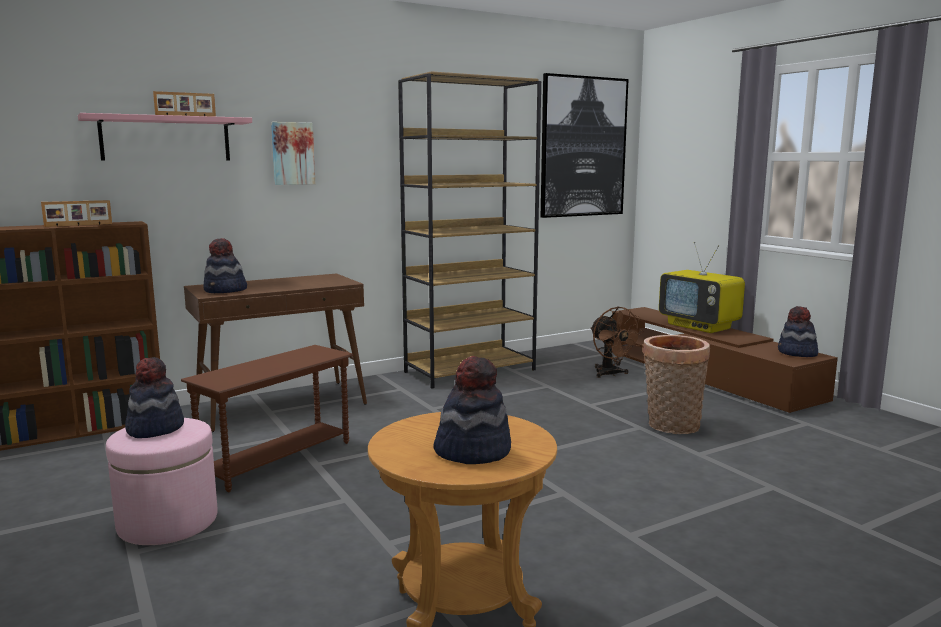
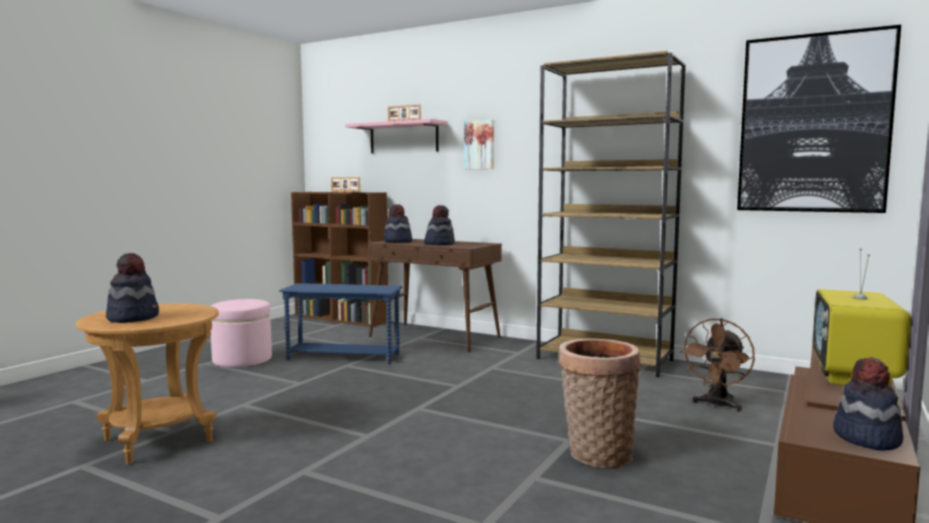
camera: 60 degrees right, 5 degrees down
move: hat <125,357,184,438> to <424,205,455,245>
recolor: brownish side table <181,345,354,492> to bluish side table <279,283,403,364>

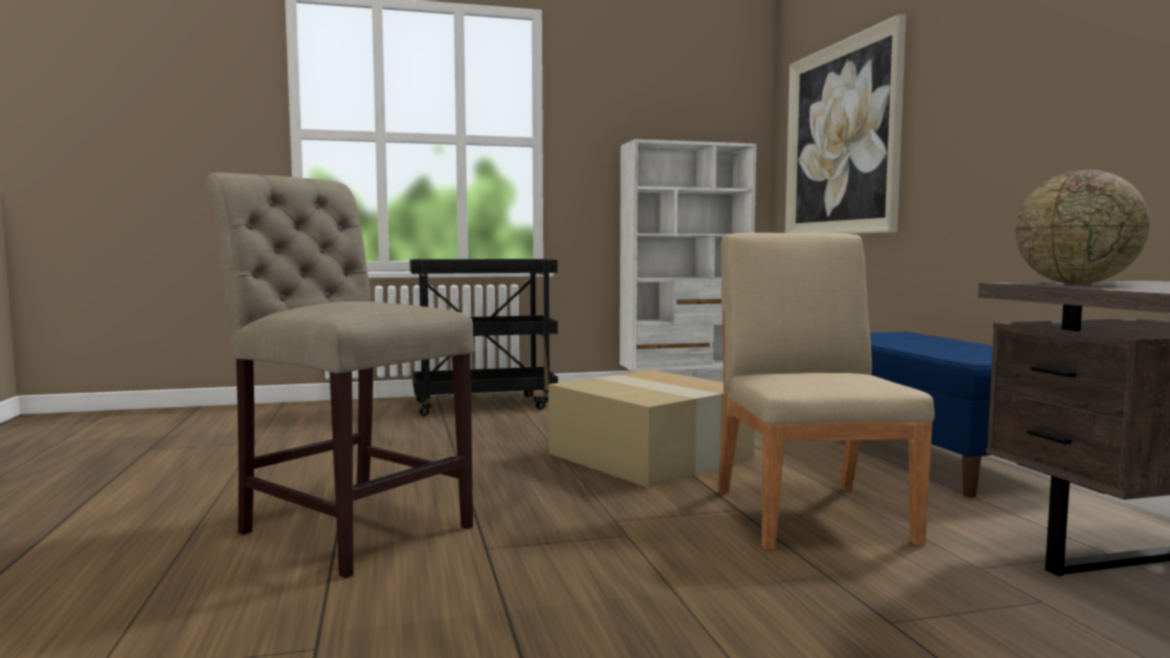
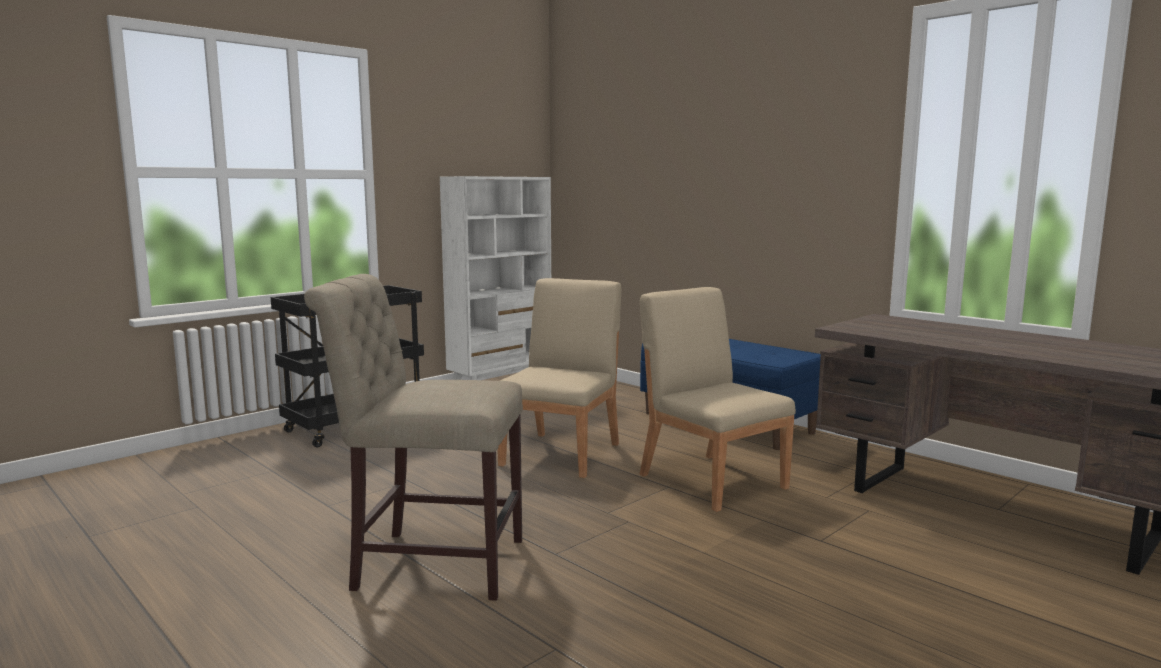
camera: 30 degrees left, 5 degrees up
delete: wall art <785,14,906,234>; globe <1015,170,1150,284>
replace: packing box <549,370,755,488> to sand-coloured plain chair <497,278,621,478>

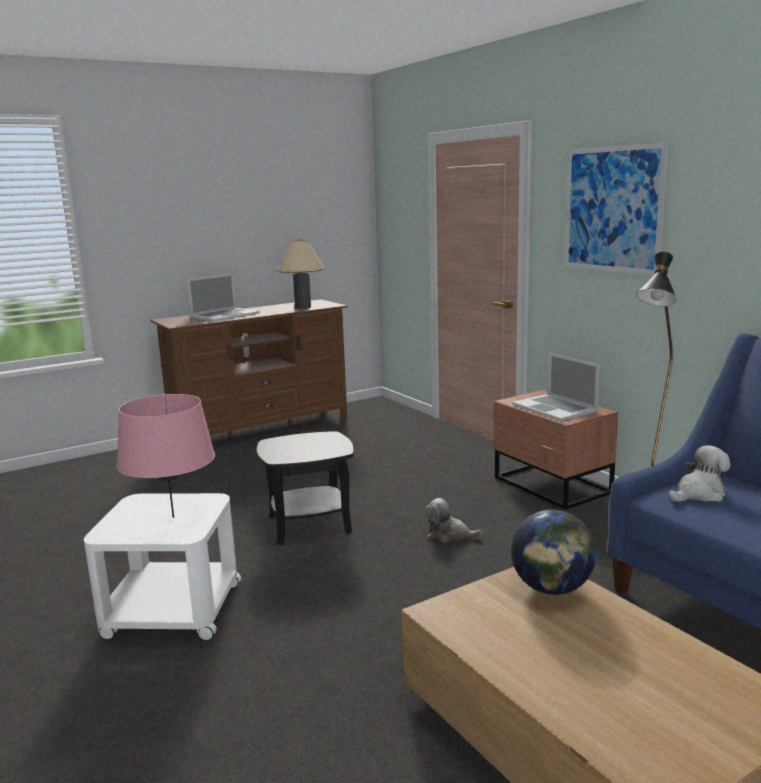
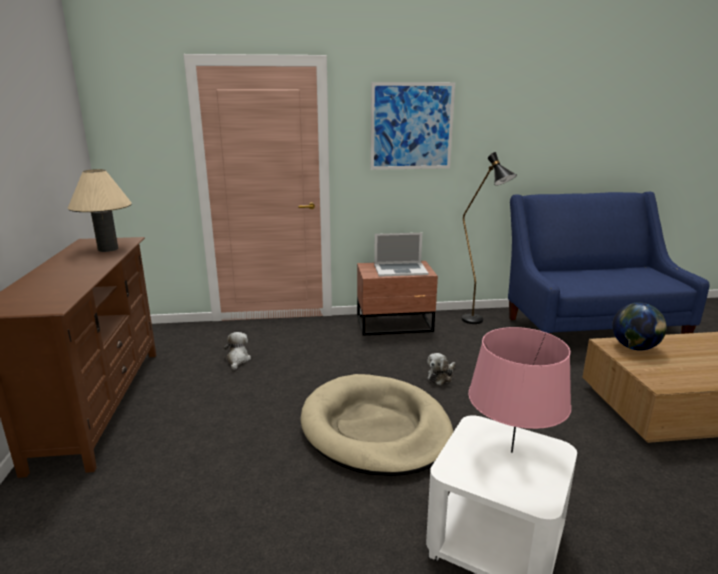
camera: 65 degrees left, 5 degrees up
delete: portable computer <187,273,260,322>
move: plush toy <669,445,730,502> to <224,332,251,370>
replace: black side table <256,431,354,545> to sand-coloured pet bed <301,374,453,476>

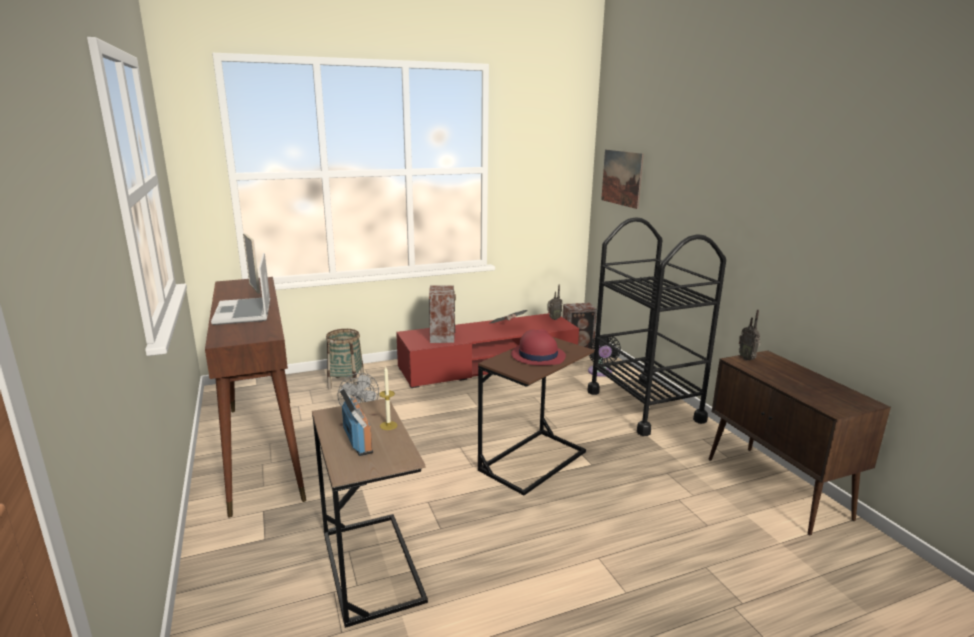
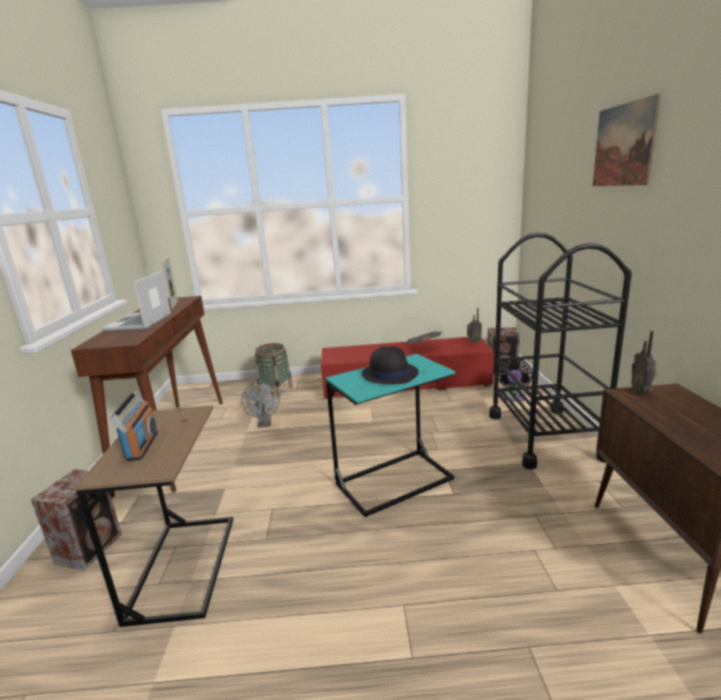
camera: 20 degrees right, 0 degrees up
delete: wax candle <380,367,397,430>
move: wall art <601,150,644,209> to <593,93,661,186>; speaker <429,285,456,343> to <31,469,122,570>
recolor: reddish hat <511,329,566,365> to black hat <362,346,419,384>; brownish side table <478,337,594,495> to turquoise-coloured side table <325,354,456,517>

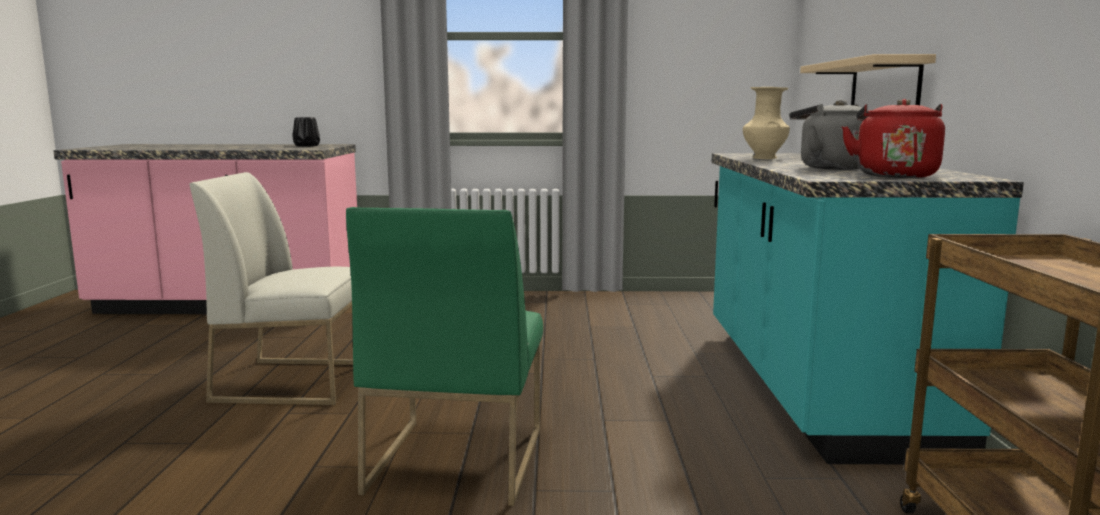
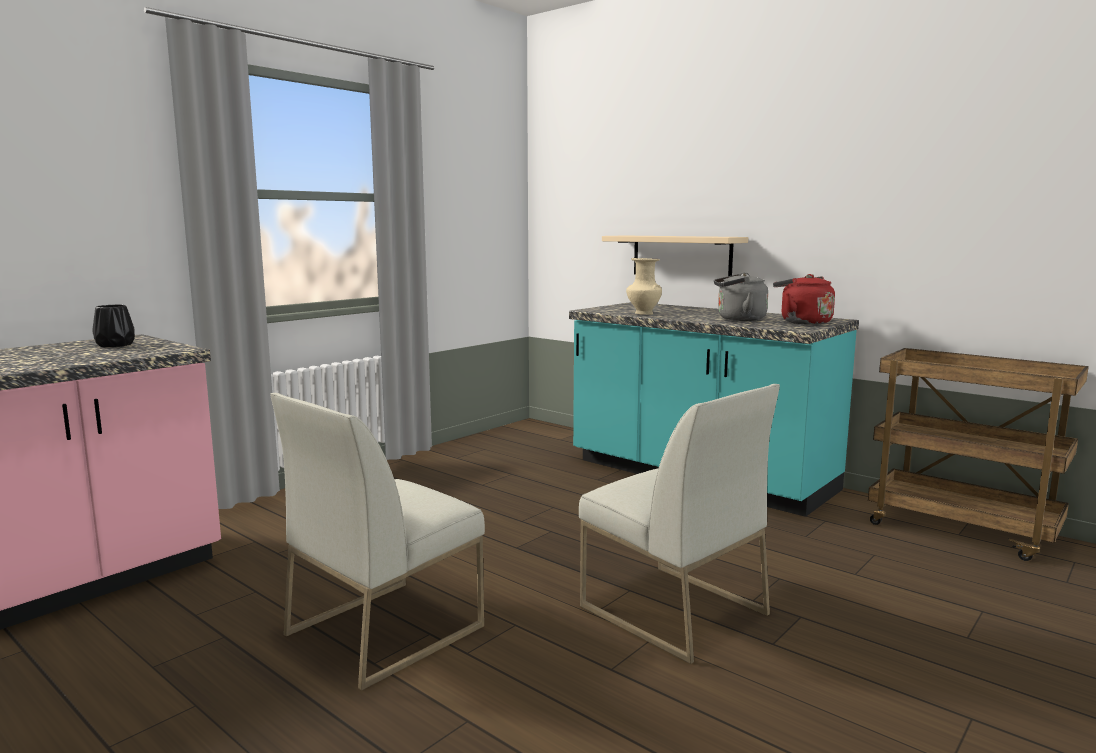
camera: 50 degrees left, 0 degrees up
recolor: green plain chair <346,207,543,506> to white plain chair <579,384,780,664>

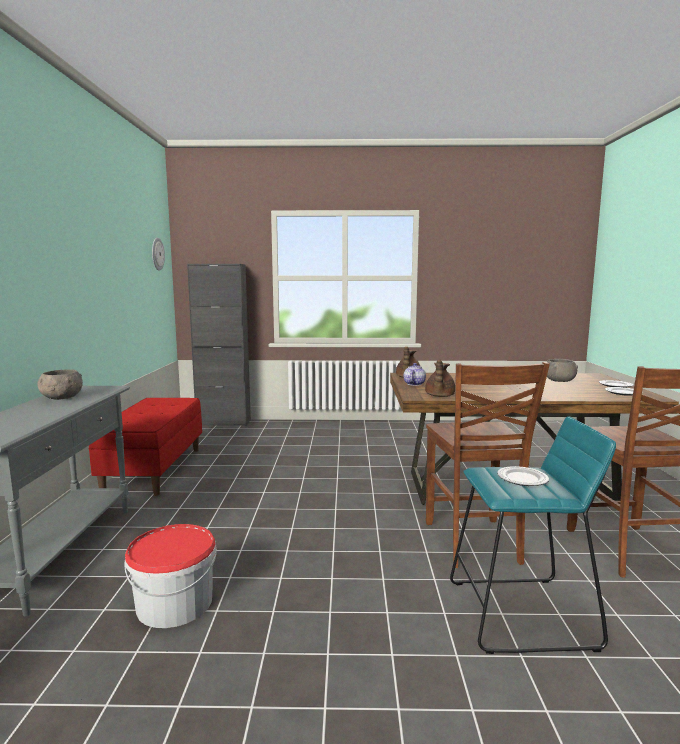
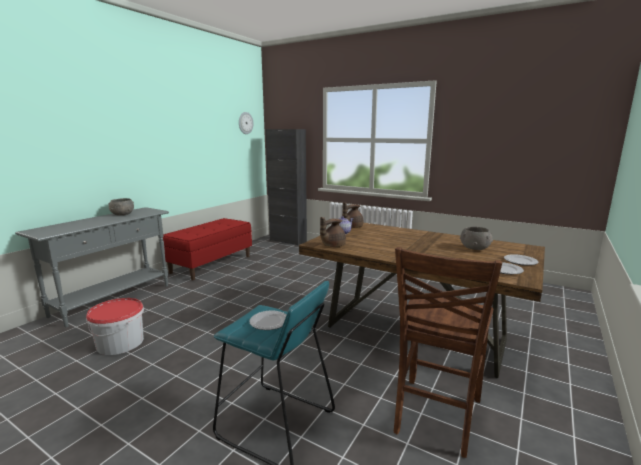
camera: 30 degrees right, 5 degrees up
delete: brownish plain chair <426,362,550,568>

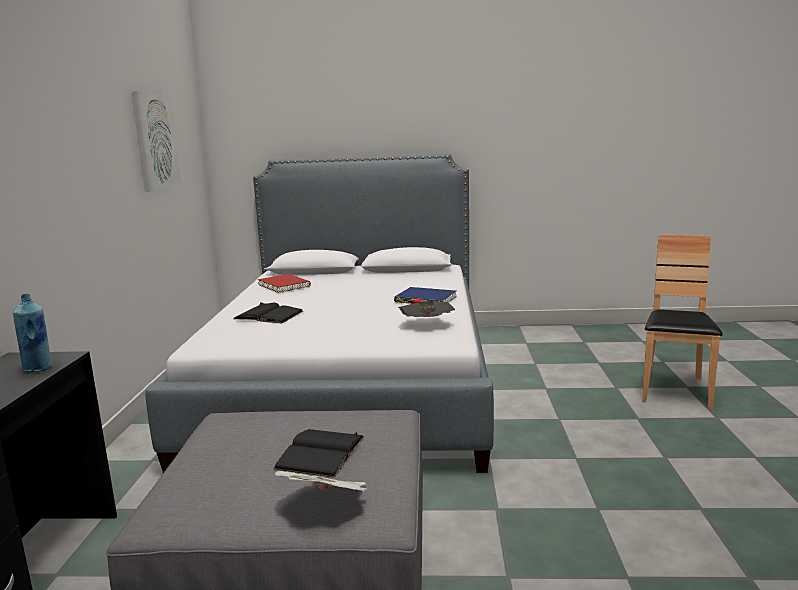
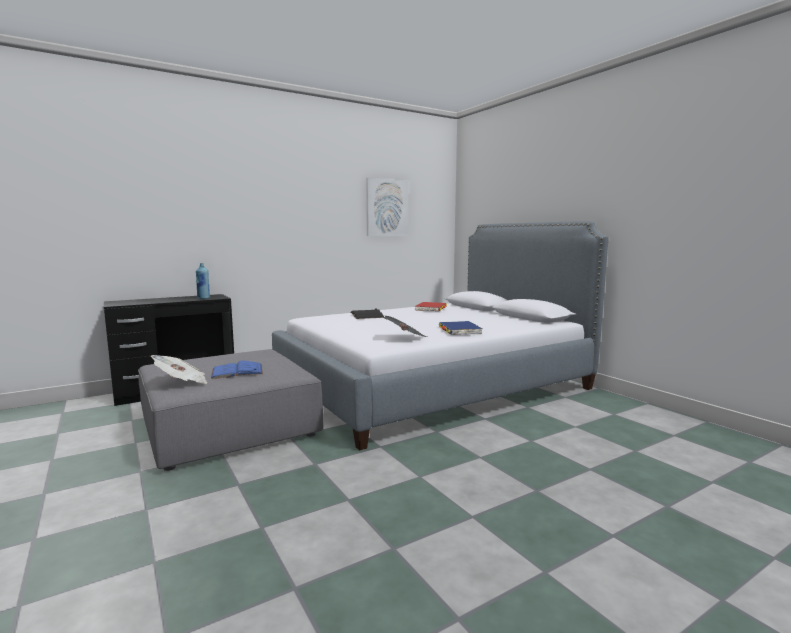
camera: 55 degrees right, 5 degrees down
delete: brownish plain chair <642,235,723,409>
recolor: black bound book <273,429,364,478> to bluish bound book <211,360,263,379>

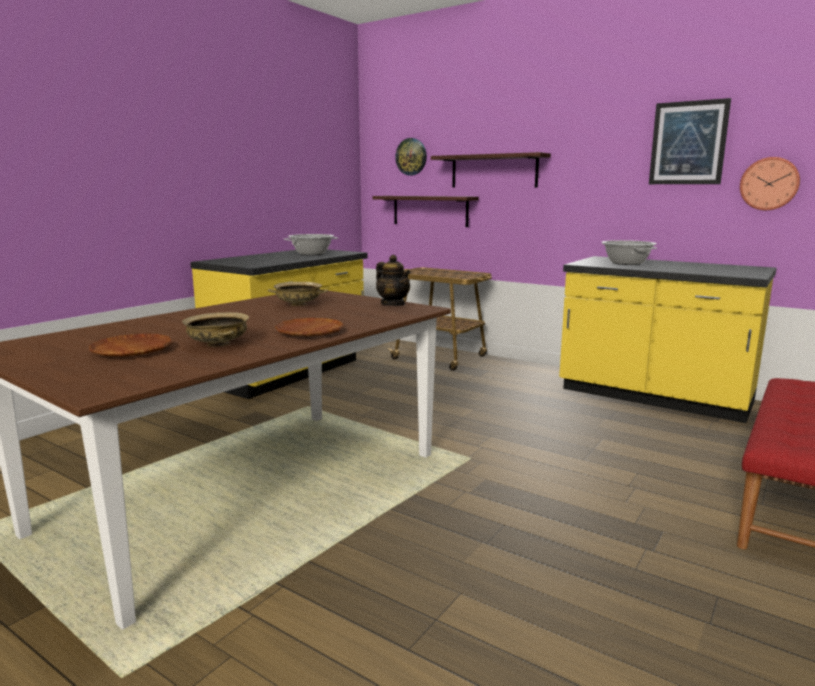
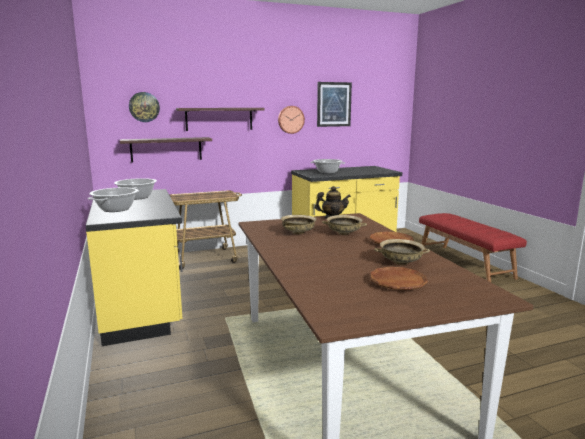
camera: 55 degrees left, 0 degrees up
insert: cooking pot <88,188,139,212>; sand-coloured bowl <322,215,367,235>
move: wall clock <740,157,800,210> to <278,106,305,134>

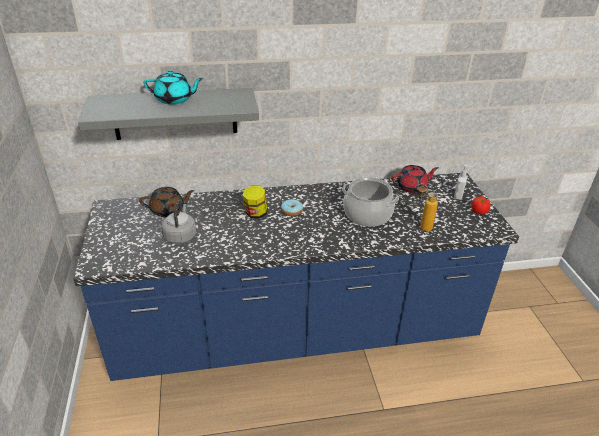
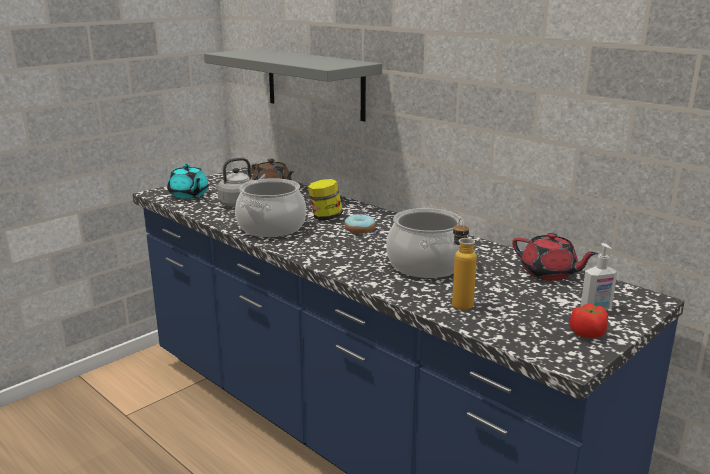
camera: 55 degrees right, 15 degrees down
insert: cooking pot <235,178,306,237>
move: turquoise-coloured tea pot <144,71,203,105> to <167,164,209,199>

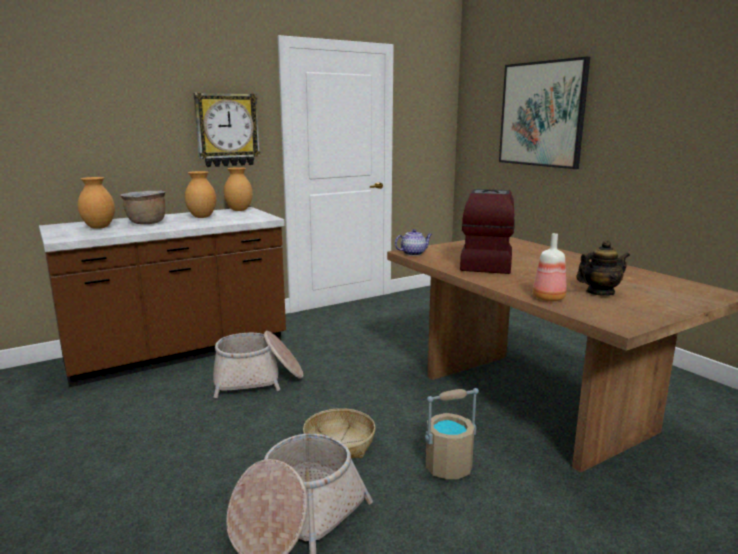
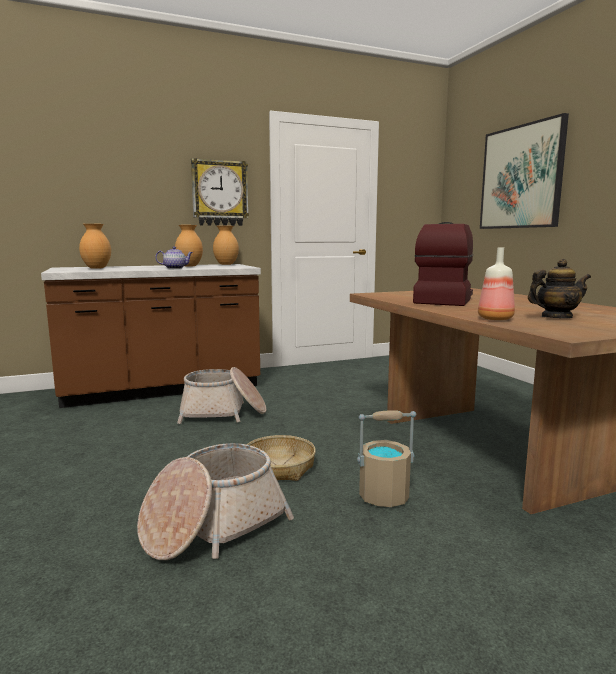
camera: 10 degrees right, 5 degrees down
delete: brownish cooking pot <120,191,165,224>
move: tea pot <395,229,432,256> to <155,246,193,269>

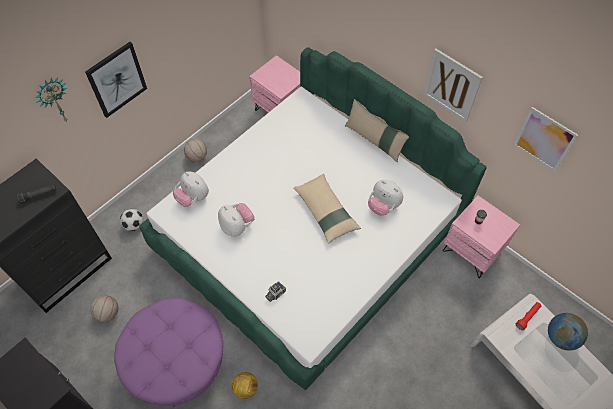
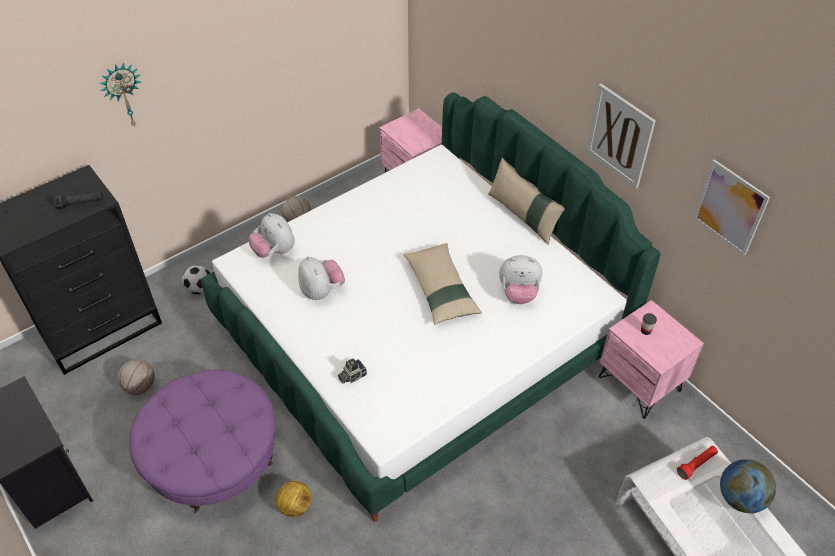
camera: 10 degrees right, 10 degrees down
delete: wall art <85,42,147,118>
rotate: plush toy <368,180,403,216> = <499,255,542,304> 45 degrees counterclockwise

